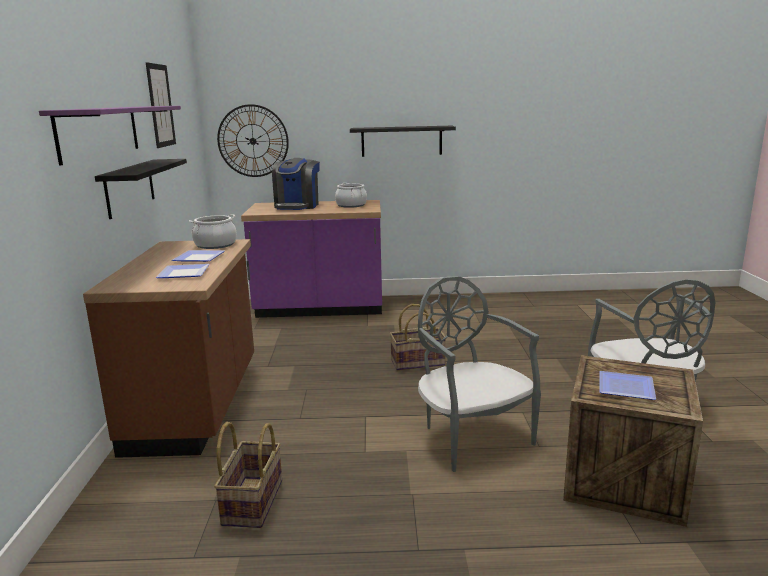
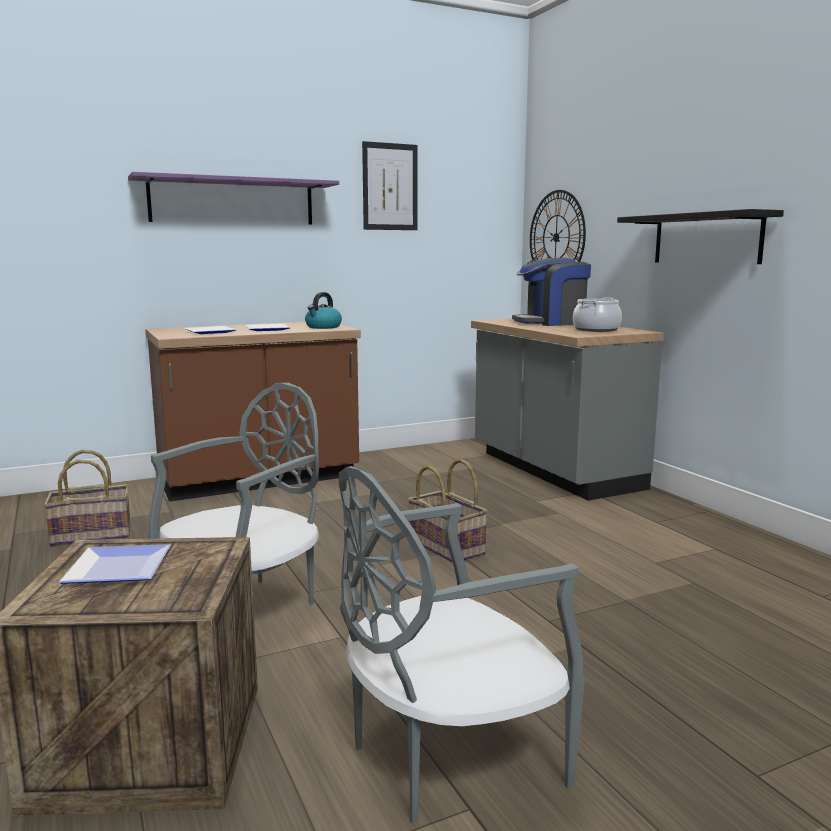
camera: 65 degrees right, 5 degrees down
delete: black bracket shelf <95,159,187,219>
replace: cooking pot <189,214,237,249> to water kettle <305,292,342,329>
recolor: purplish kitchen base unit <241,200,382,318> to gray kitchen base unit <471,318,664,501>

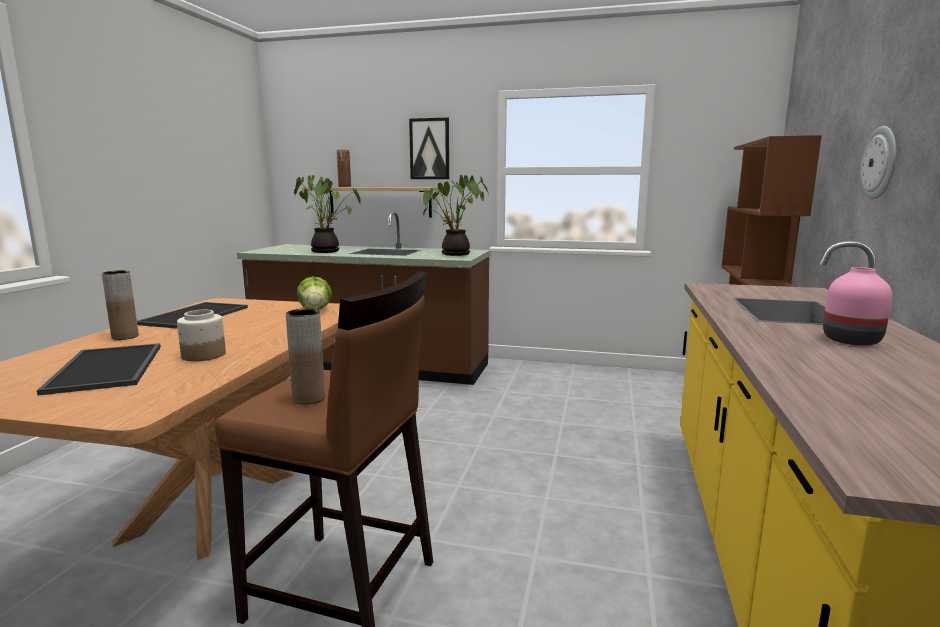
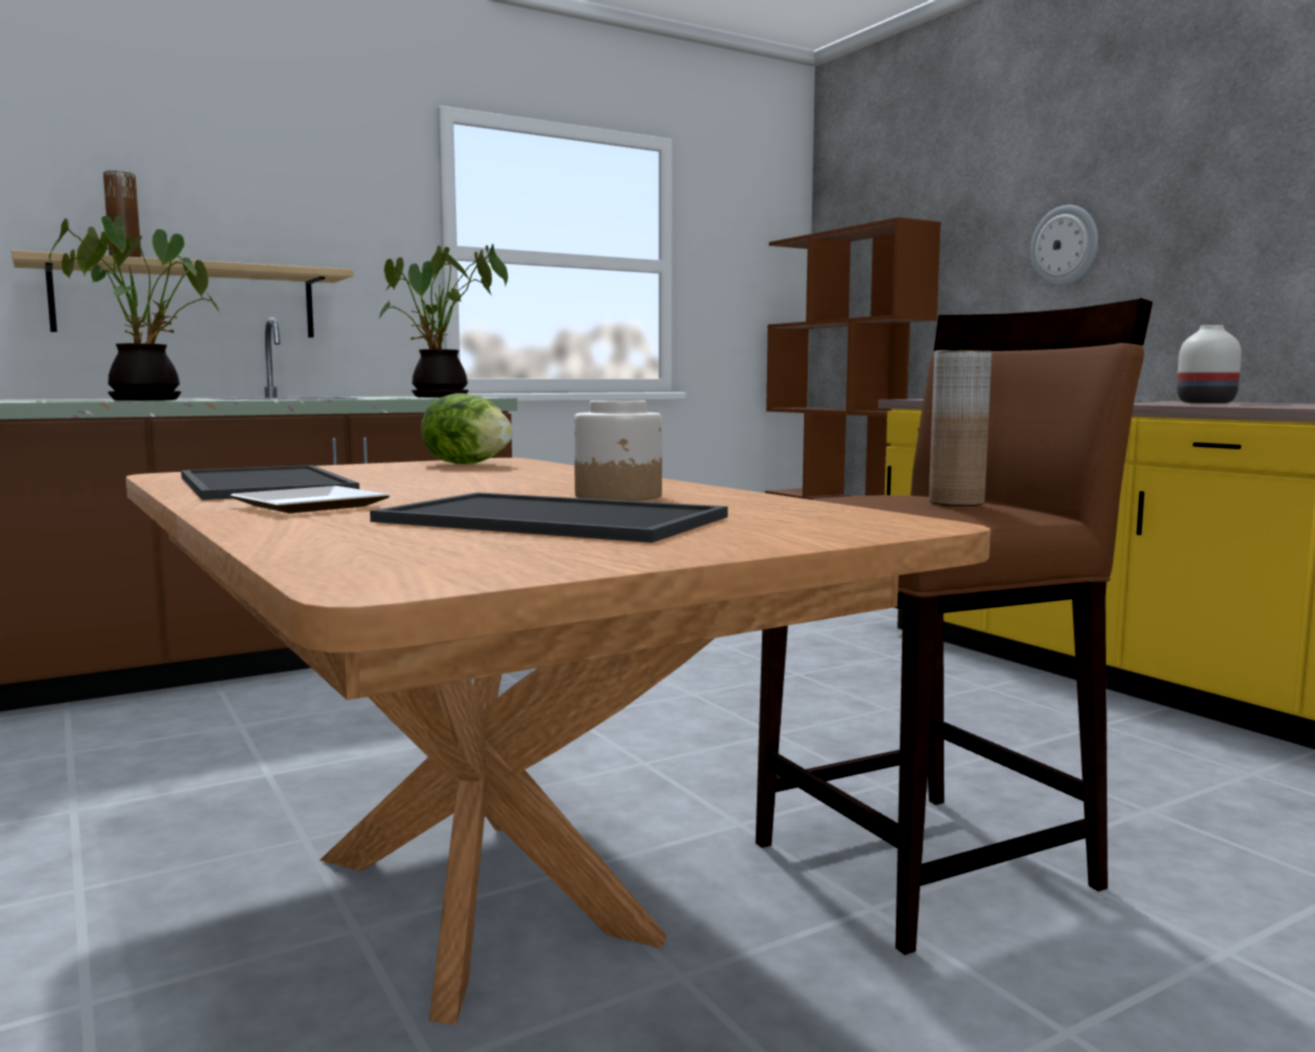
camera: 45 degrees left, 5 degrees down
delete: wall art <409,118,449,179>
replace: brownish vase <102,270,139,340> to plate <230,486,390,513>
recolor: pink vase <823,267,892,346> to white vase <1177,325,1241,403>

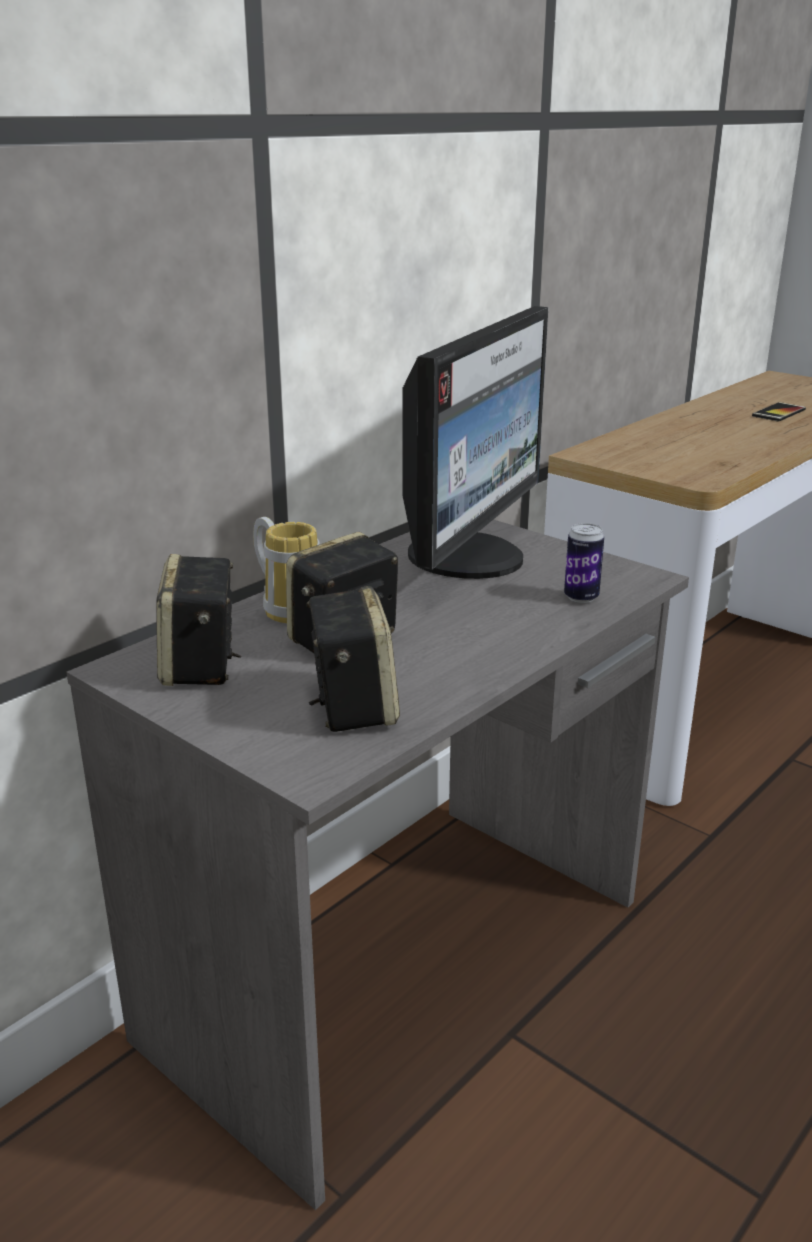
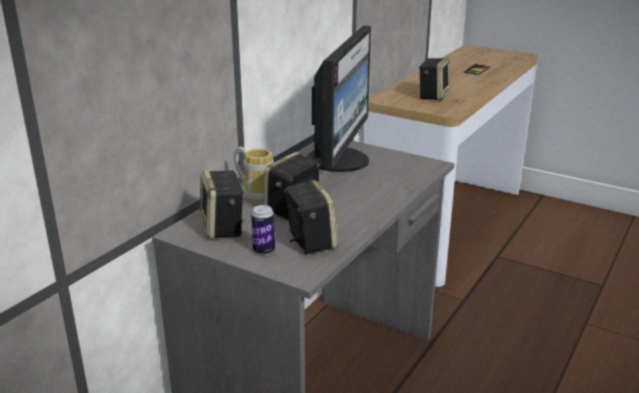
camera: 10 degrees left, 0 degrees up
insert: speaker <419,58,450,101>
move: metal can <564,523,604,603> to <251,205,275,255>

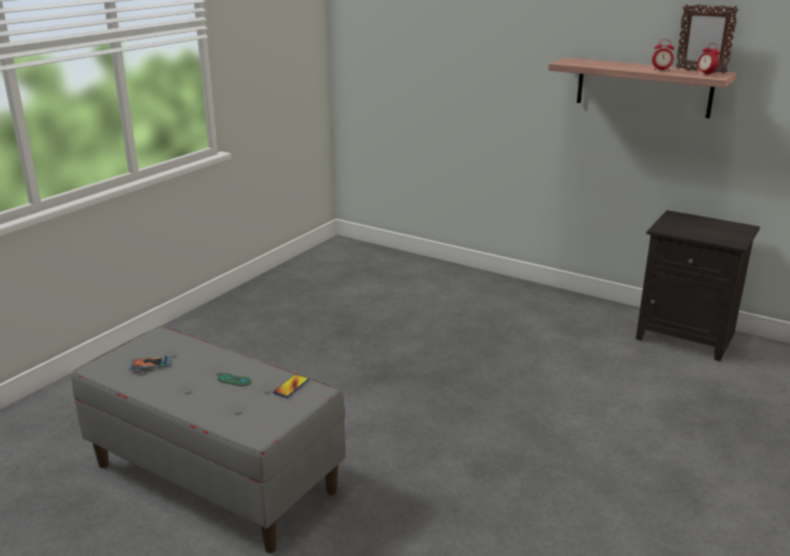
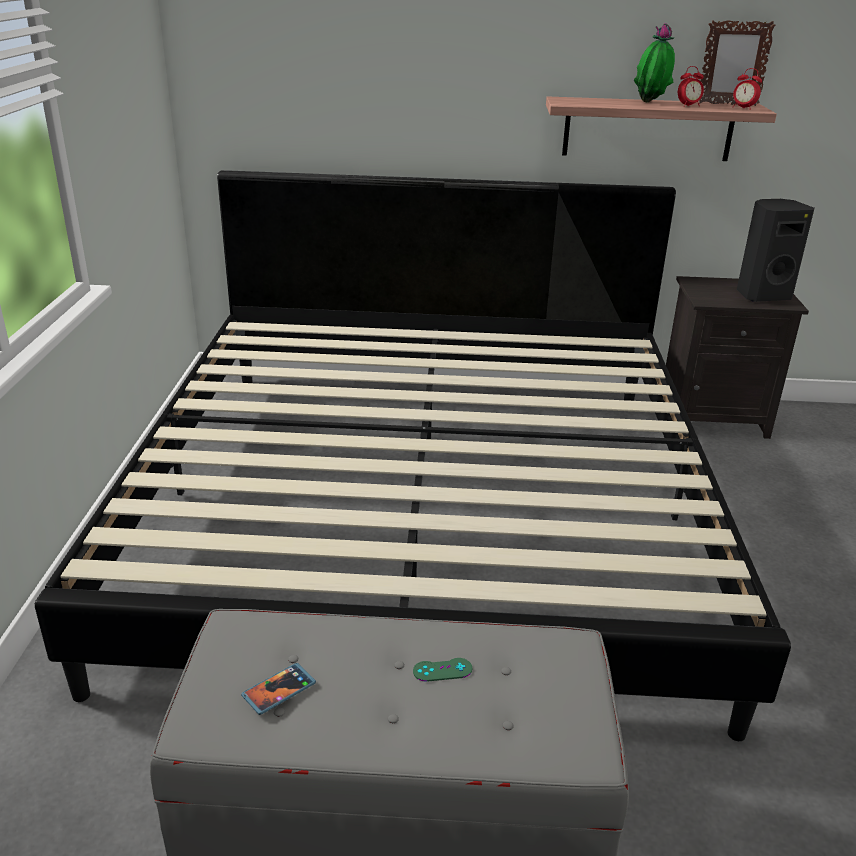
camera: 30 degrees left, 5 degrees up
delete: telephone <273,374,309,398>
insert: houseplant <634,23,675,102>; bed <35,170,791,741>; black speaker <737,199,815,302>

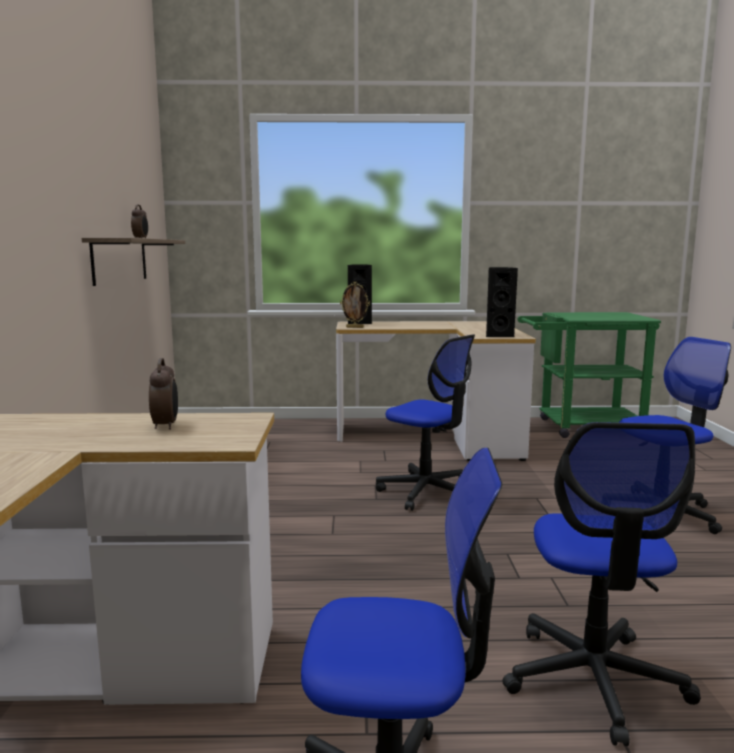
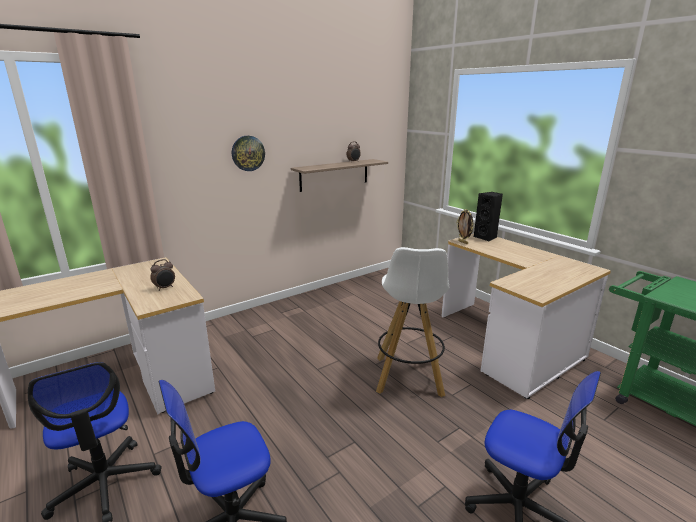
camera: 55 degrees right, 10 degrees up
delete: black speaker <486,267,518,337>
insert: wall clock <232,136,265,171>
replace: office chair <376,334,475,511> to white stool <376,247,449,397>

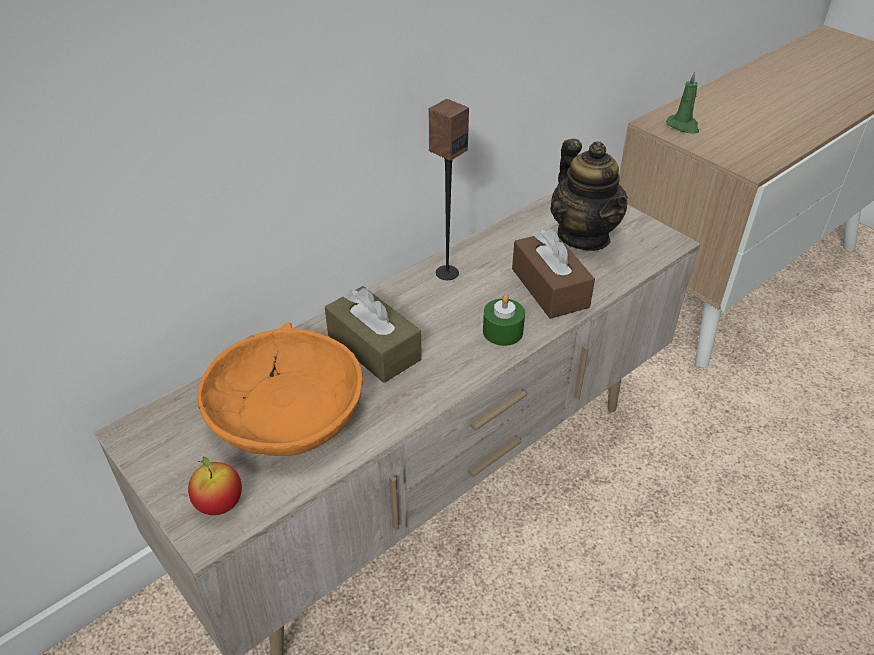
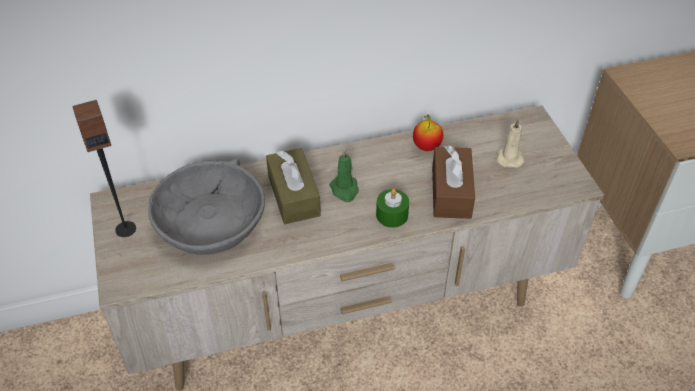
camera: 25 degrees right, 5 degrees up
move: green wax candle <666,72,699,134> to <329,149,359,202>; speaker <429,99,469,280> to <73,100,136,237>; apple fruit <188,457,242,515> to <413,115,443,151>
replace: tea pot <550,139,628,251> to sand-coloured wax candle <497,119,524,168>
recolor: orange-coloured bowl <197,323,363,456> to gray bowl <148,159,265,255>

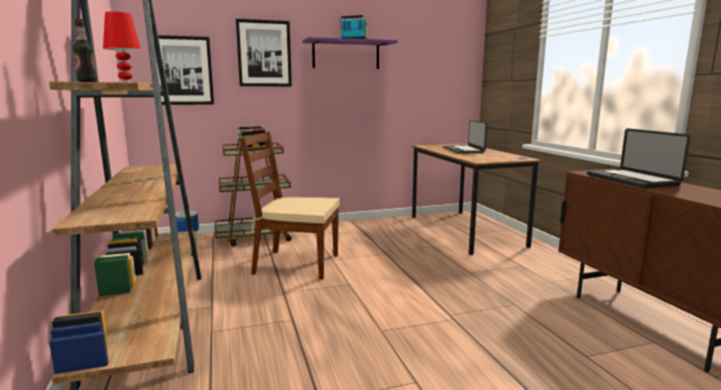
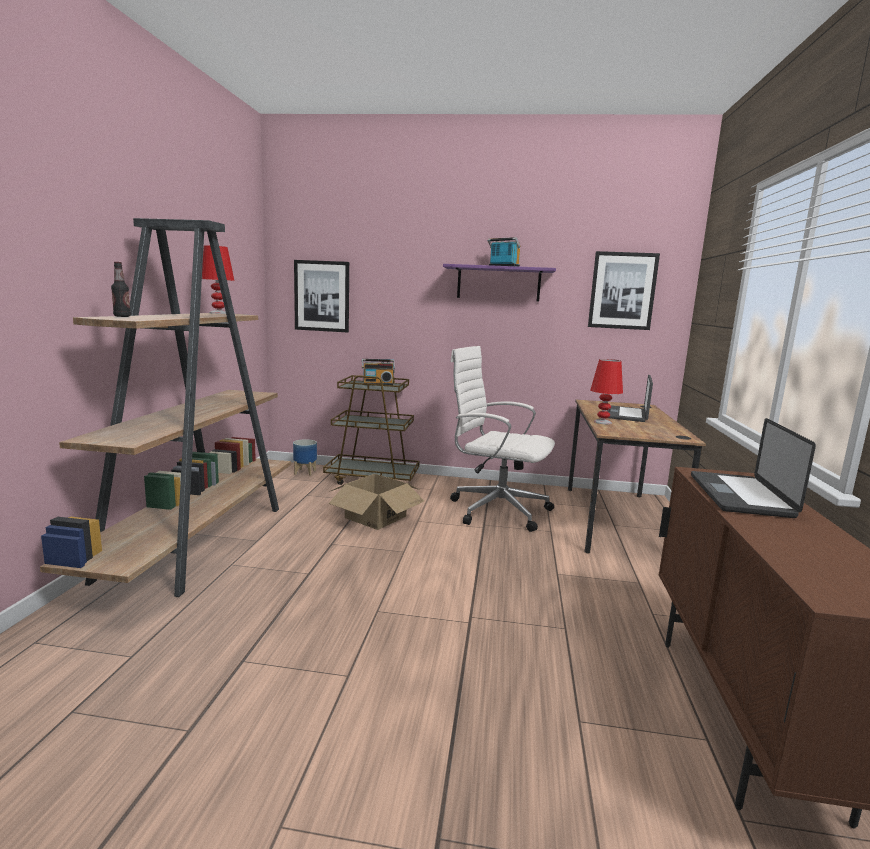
camera: 25 degrees right, 0 degrees up
insert: white office chair <450,346,555,532>; reddish lamp for a table <590,359,623,424>
move: wall art <236,19,292,86> to <588,251,660,330>
replace: brownish plain chair <240,132,340,279> to packing box <329,474,424,530>

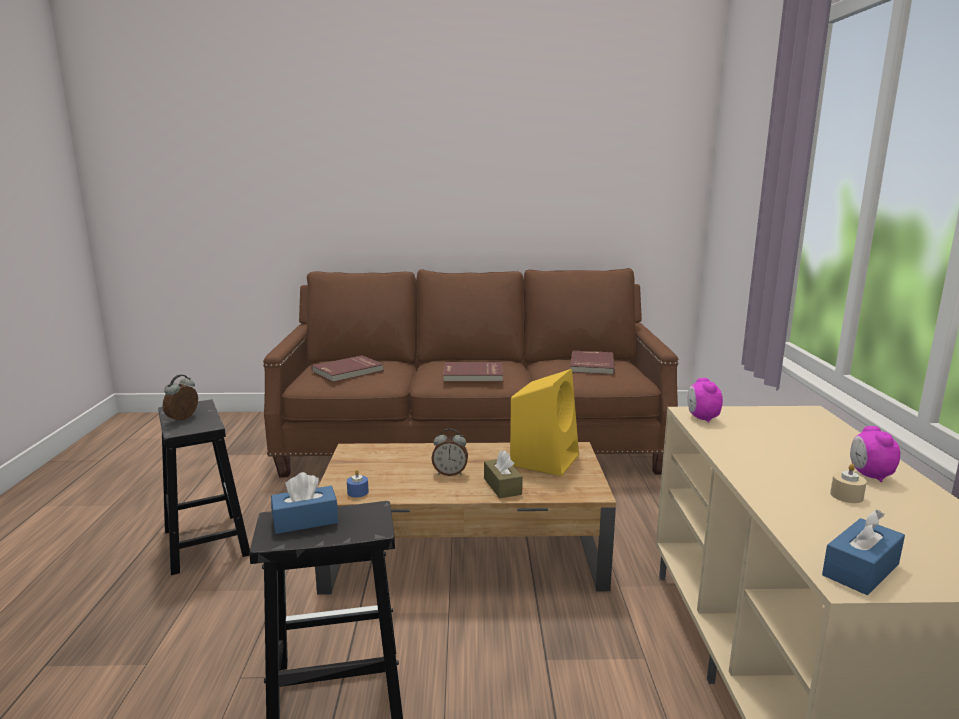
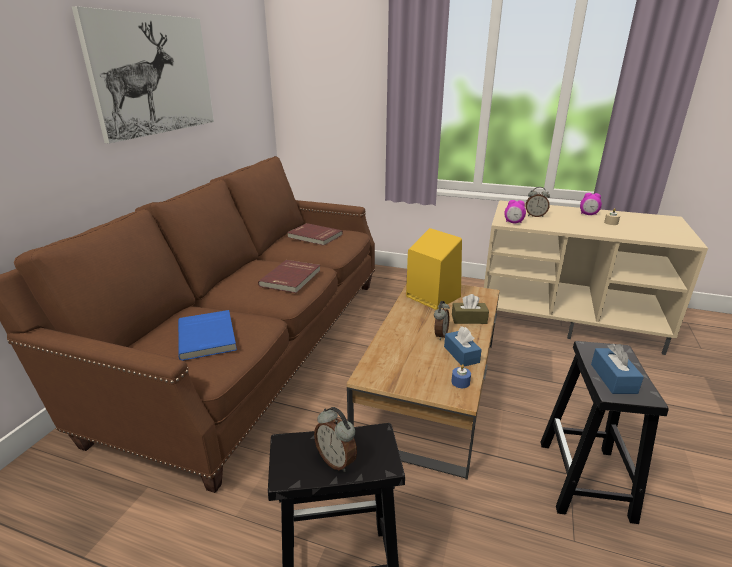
camera: 70 degrees left, 10 degrees up
insert: wall art <72,6,214,143>; bedside clock <525,187,550,217>
move: bluish tissue box <822,510,905,595> to <444,326,482,367>
recolor: reddish bound book <311,355,384,382> to bluish bound book <178,310,237,361>

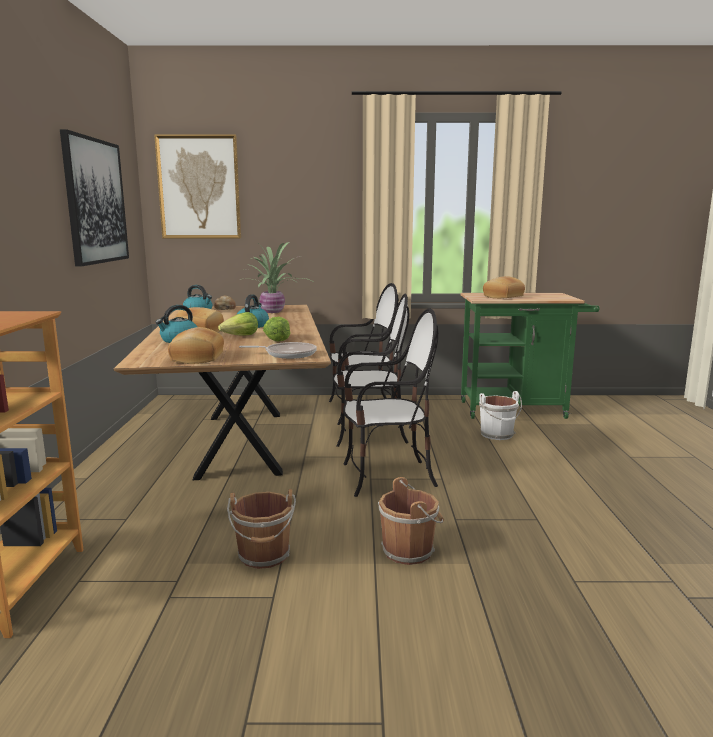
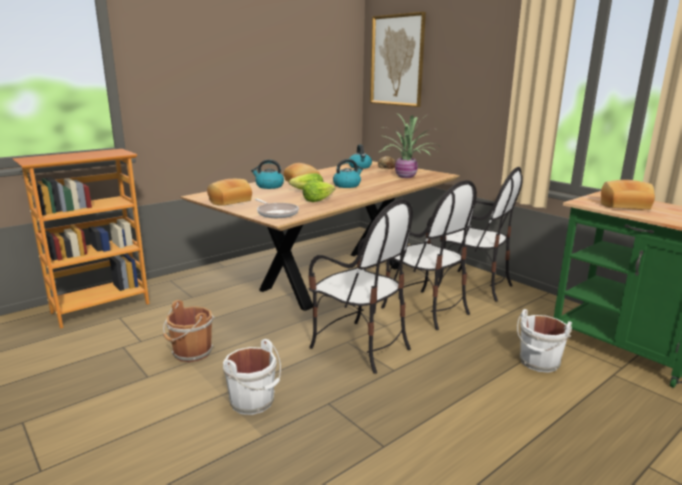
camera: 50 degrees right, 5 degrees up
delete: wall art <60,129,129,266>
recolor: brownish bucket <378,477,444,565> to white bucket <223,339,281,415>

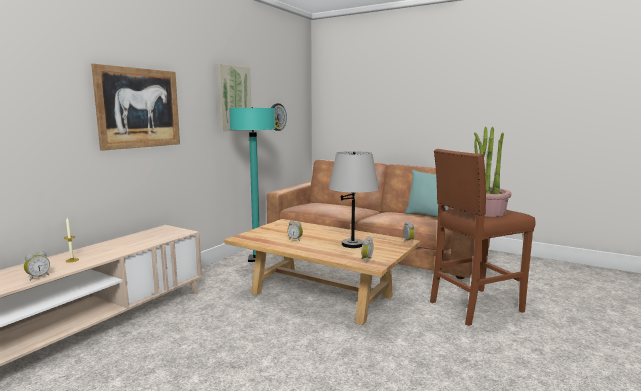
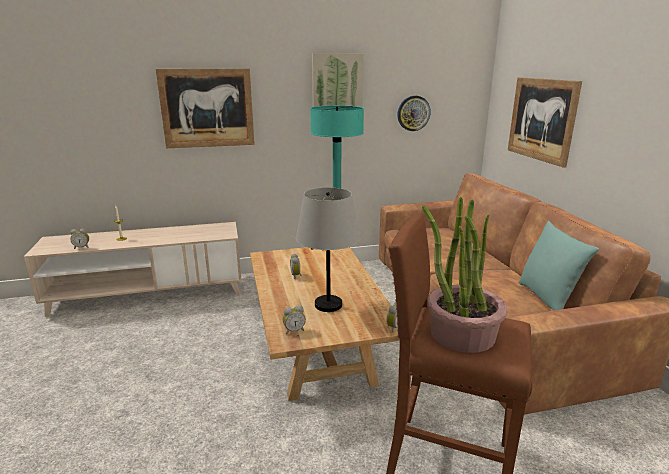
camera: 45 degrees right, 10 degrees up
insert: wall art <508,77,582,168>

